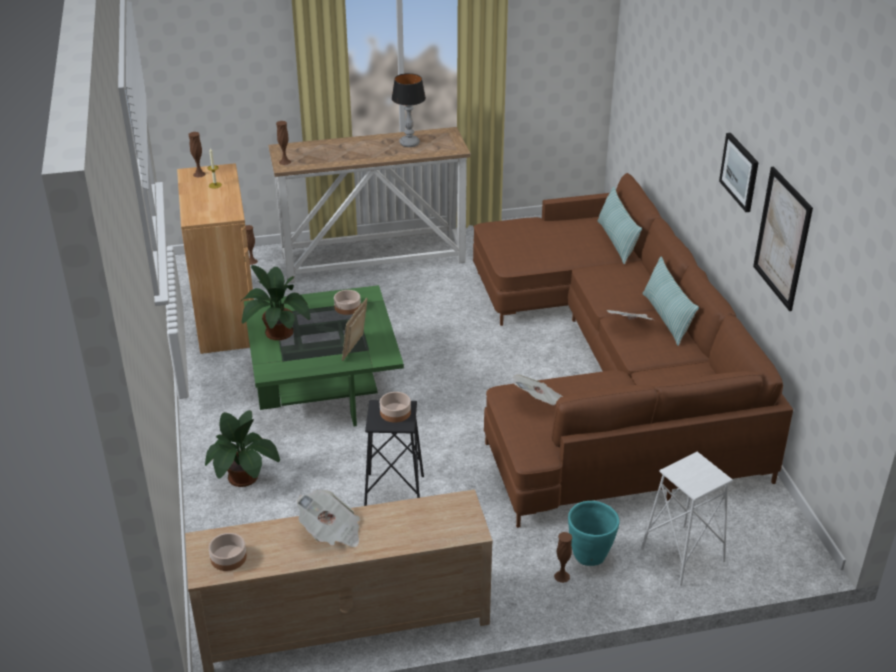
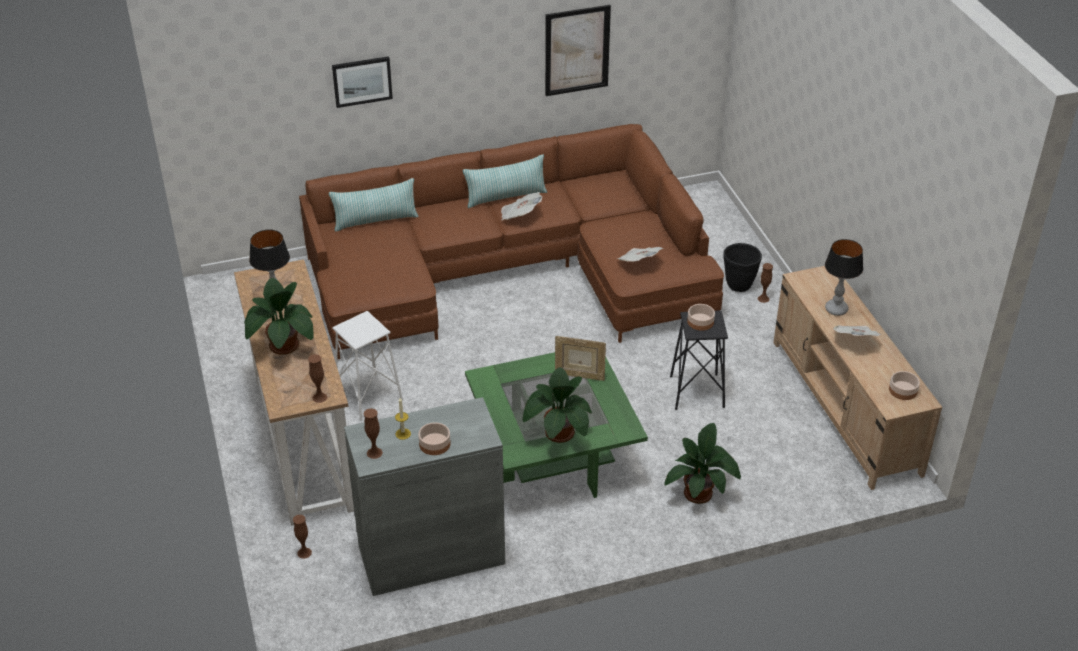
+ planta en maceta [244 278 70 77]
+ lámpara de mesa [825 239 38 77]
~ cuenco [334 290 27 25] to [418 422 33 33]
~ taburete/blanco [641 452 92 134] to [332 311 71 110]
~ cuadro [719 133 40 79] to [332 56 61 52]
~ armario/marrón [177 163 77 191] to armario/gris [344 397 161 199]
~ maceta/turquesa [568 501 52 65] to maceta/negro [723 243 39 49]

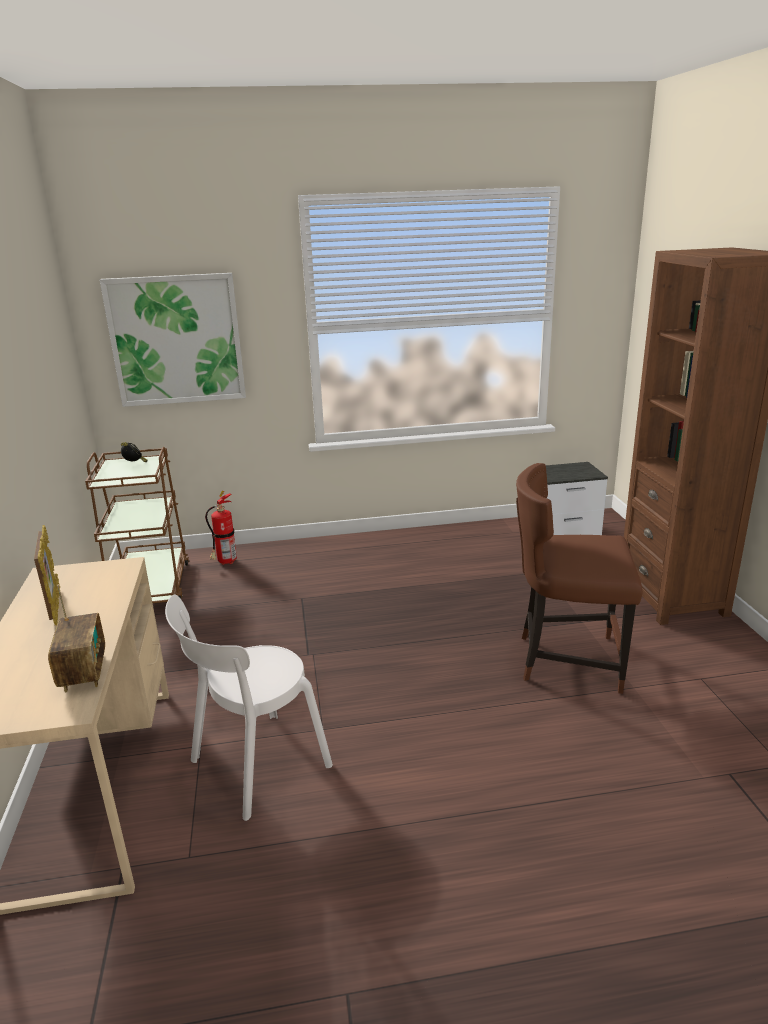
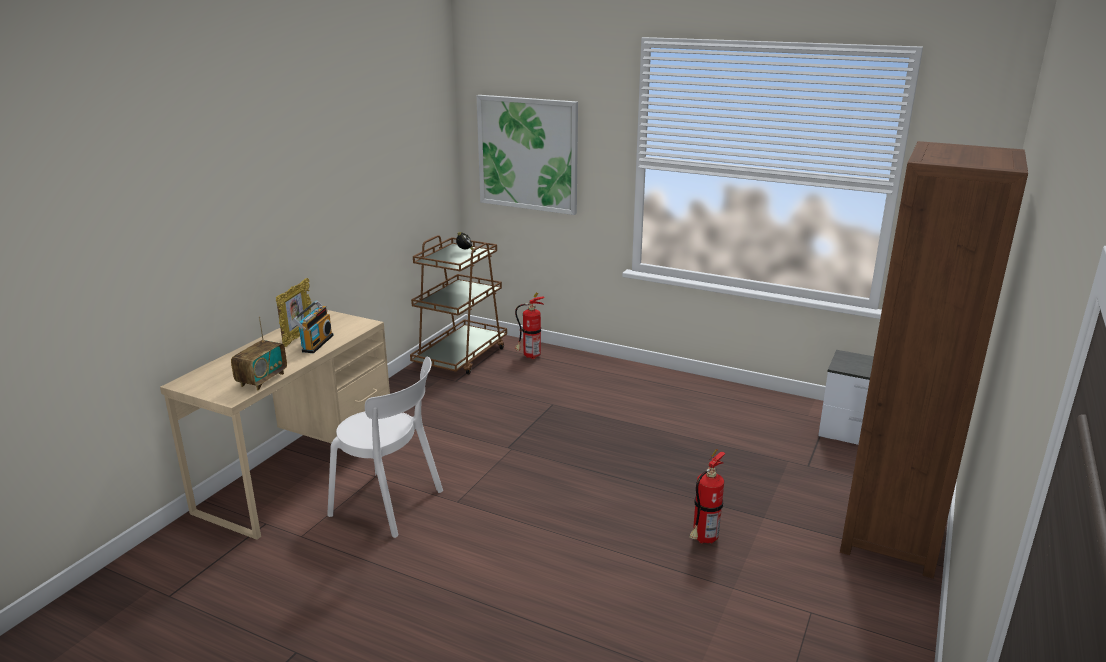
+ radio [292 300 42 53]
~ silla/marrón [516 463 126 231] to extintor [689 449 36 94]
~ silla/blanco [165 595 168 226] = [327 357 116 181] 150 degrees counterclockwise

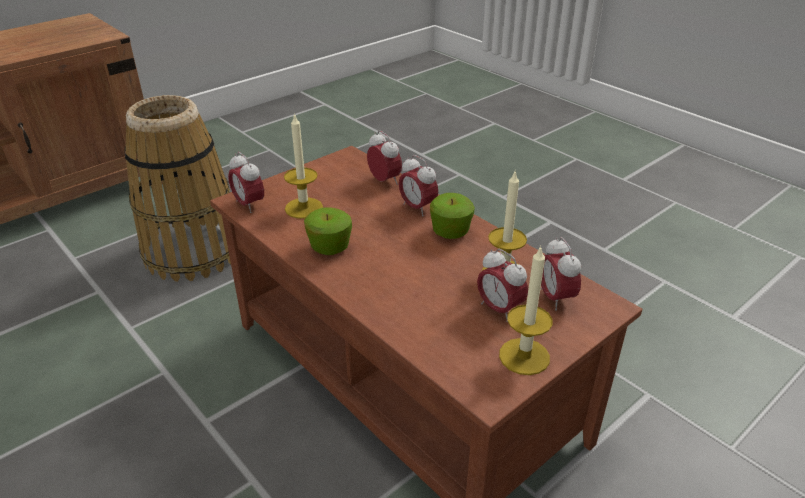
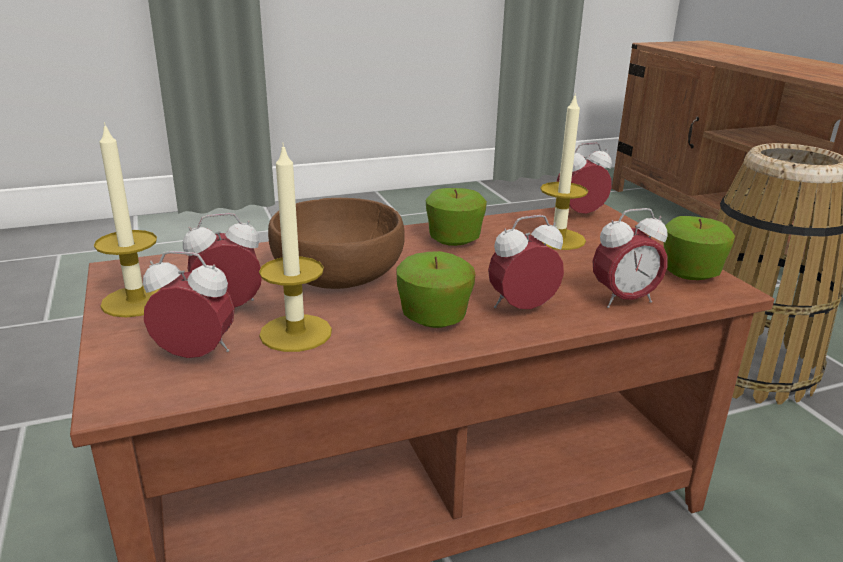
+ cuenco/marrón [268 198 137 91]
+ manzana [664 216 71 64]

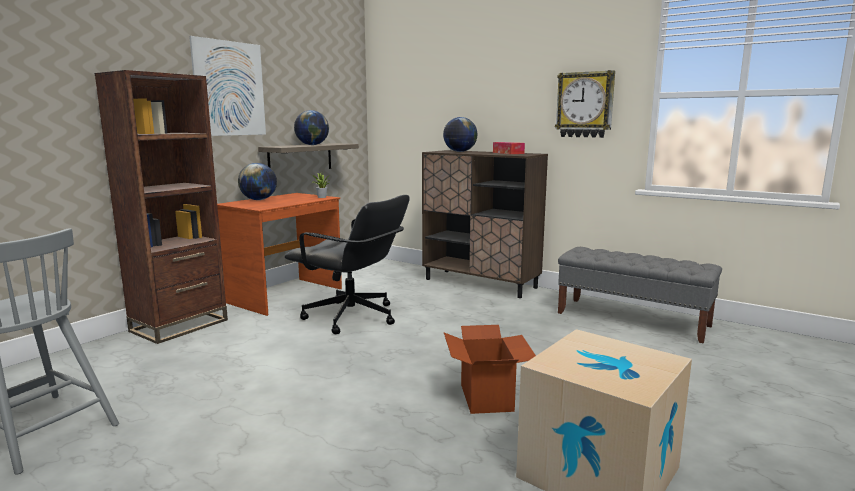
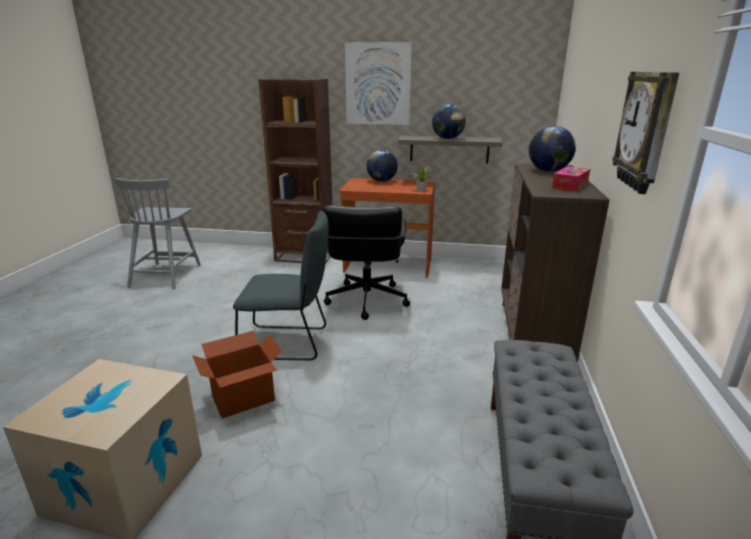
+ silla/gris [233 211 96 149]

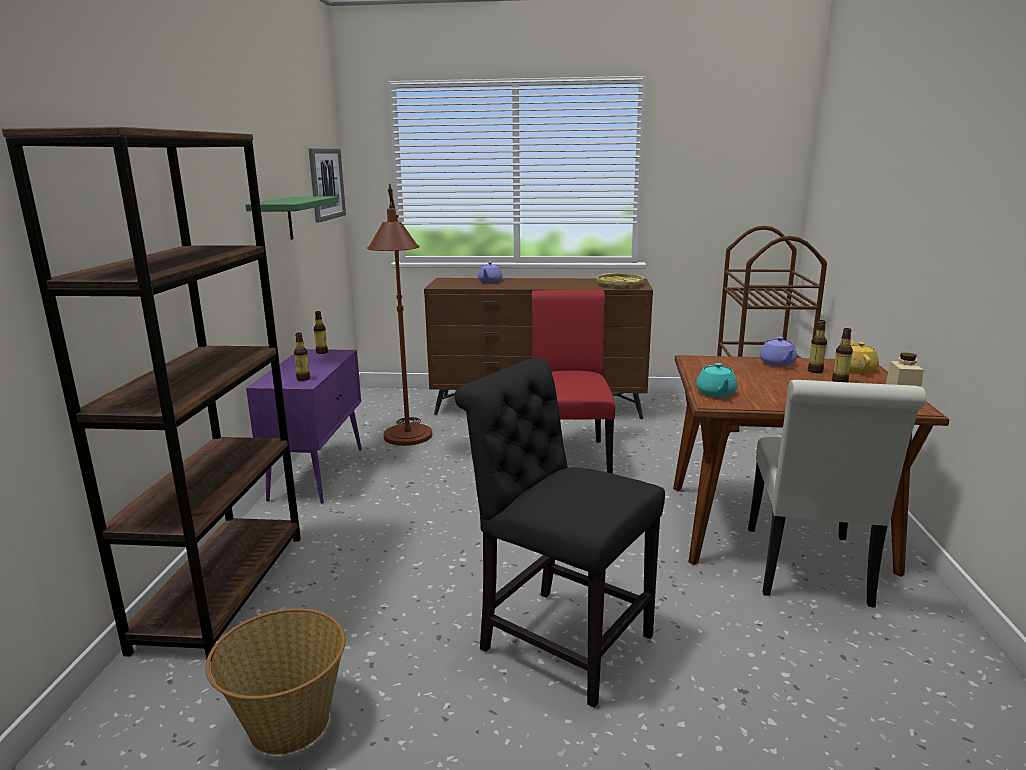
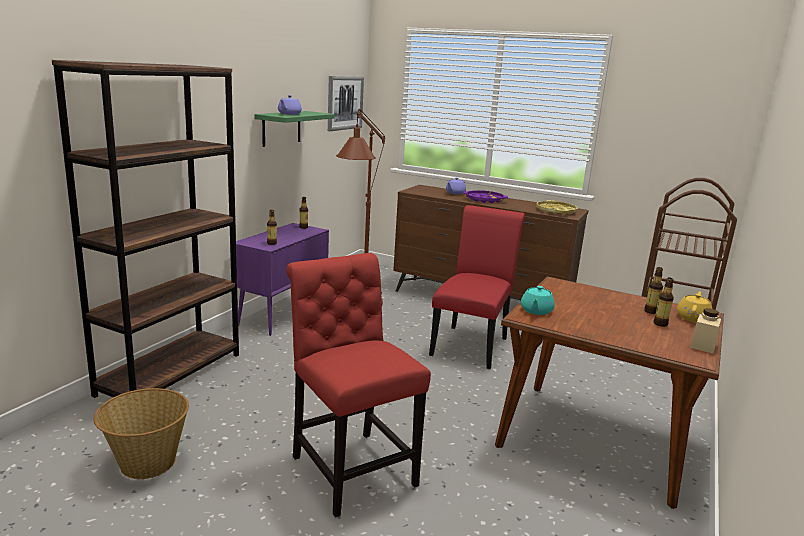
- silla/blanco [748 380 178 228]
+ bandeja/morado [463 190 45 13]
~ tetera/morado [760 337 37 30] to [278 95 24 20]
~ silla/negro [455 358 210 350] to silla/rojo [287 253 144 265]

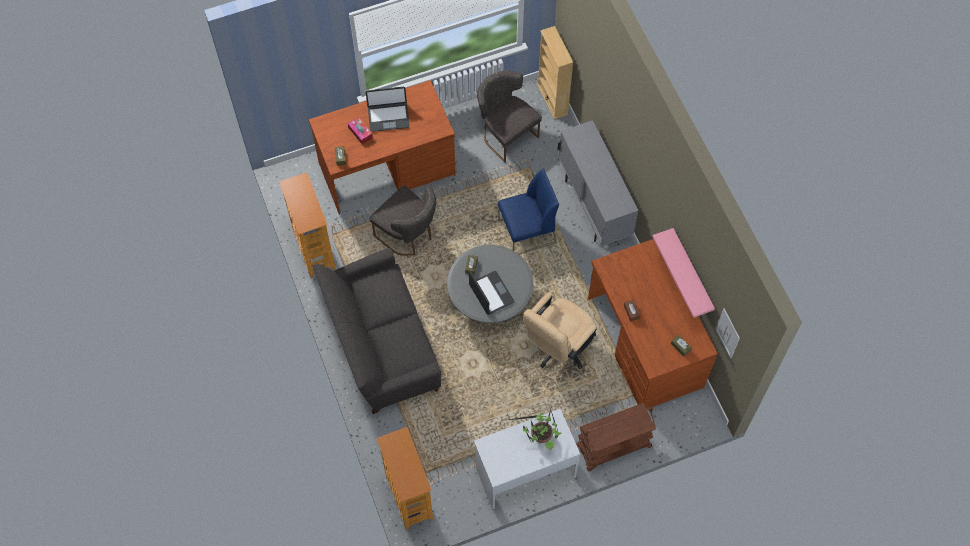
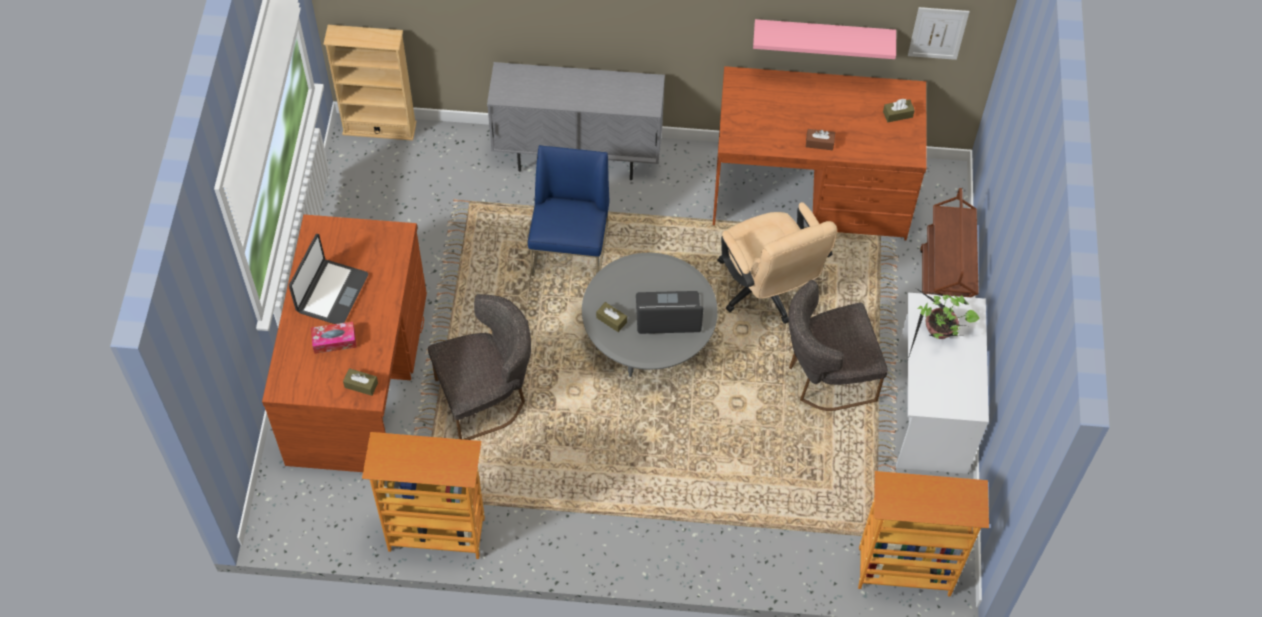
- sofá/gris [312 248 129 166]
~ silla/gris [477 71 65 92] to [789 280 99 131]

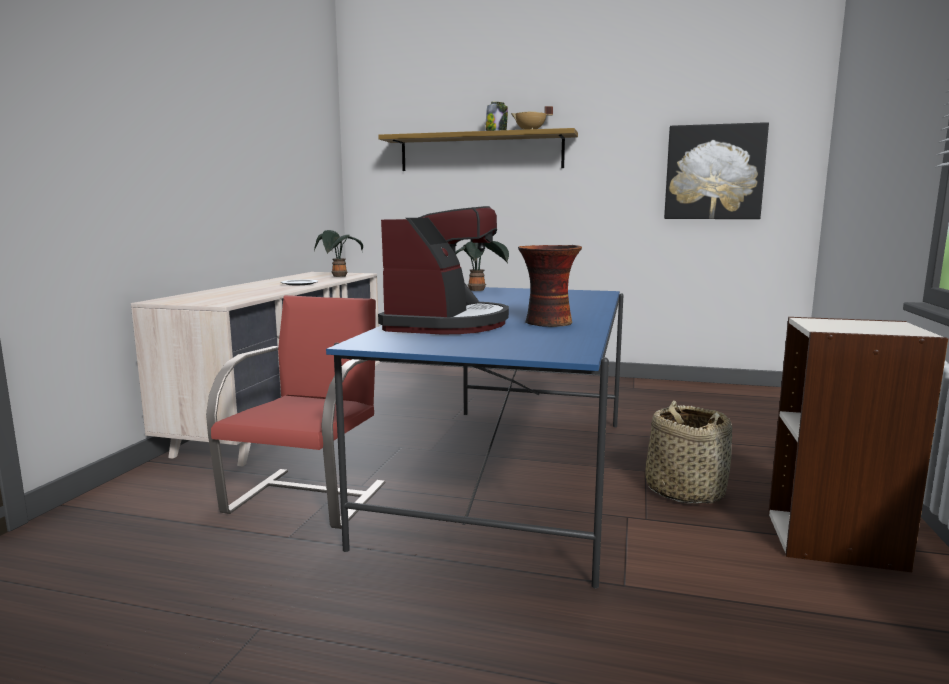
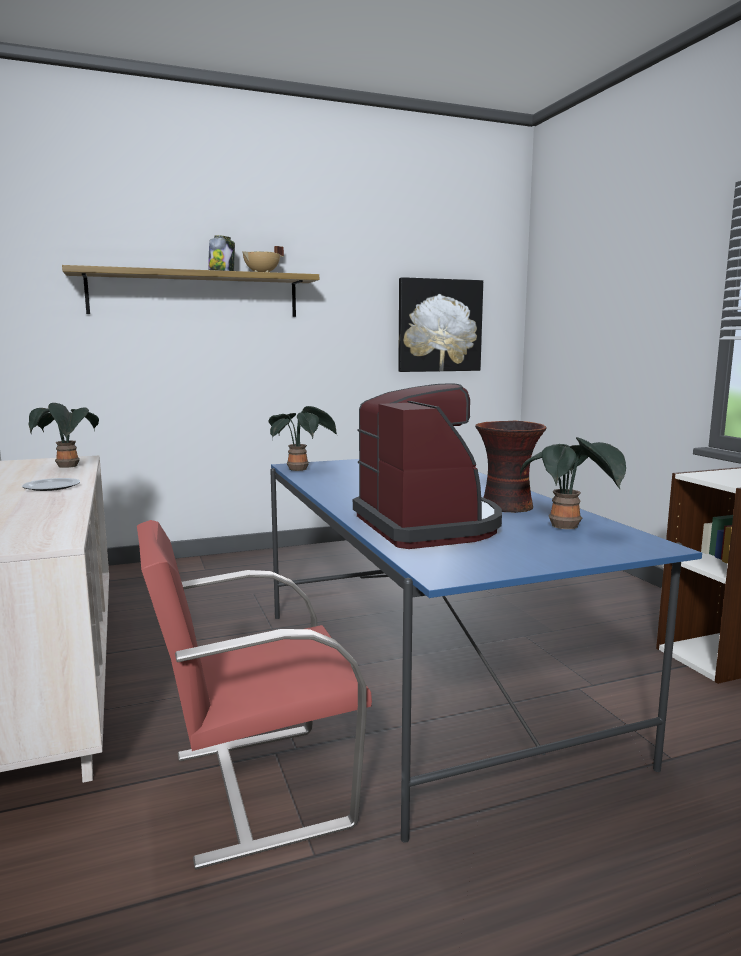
- cesta [645 400 87 104]
+ planta en maceta [520 437 106 92]
~ silla/rojo [206 295 180 234] = [137 520 235 350] 90 degrees counterclockwise

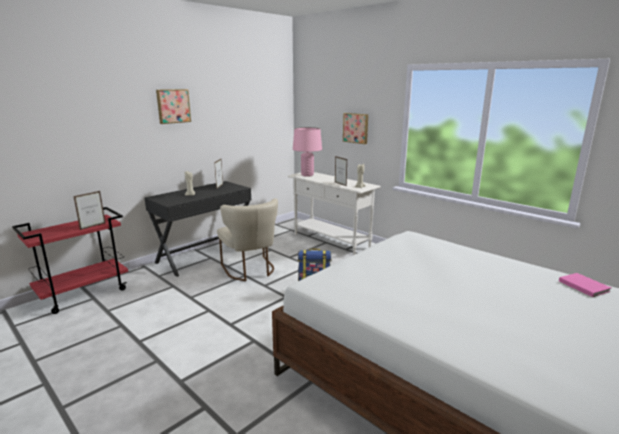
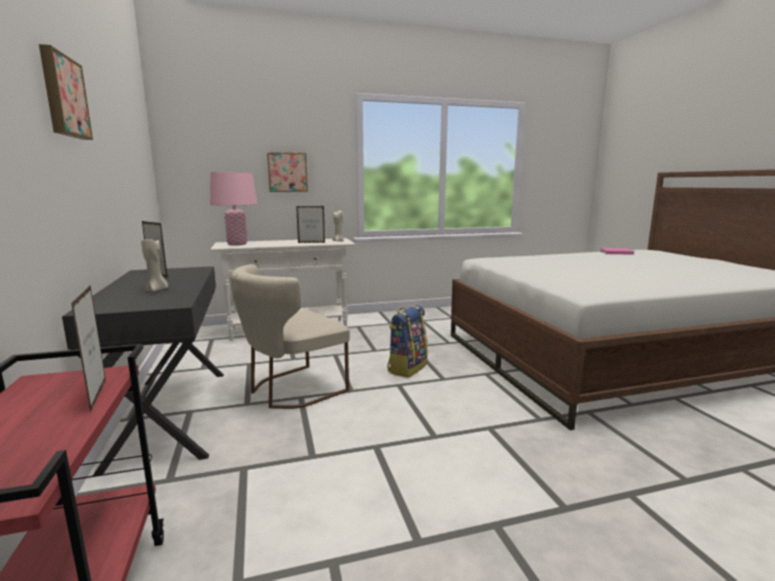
~ silla/beis [217 198 61 83] = [231 264 119 145] 135 degrees clockwise

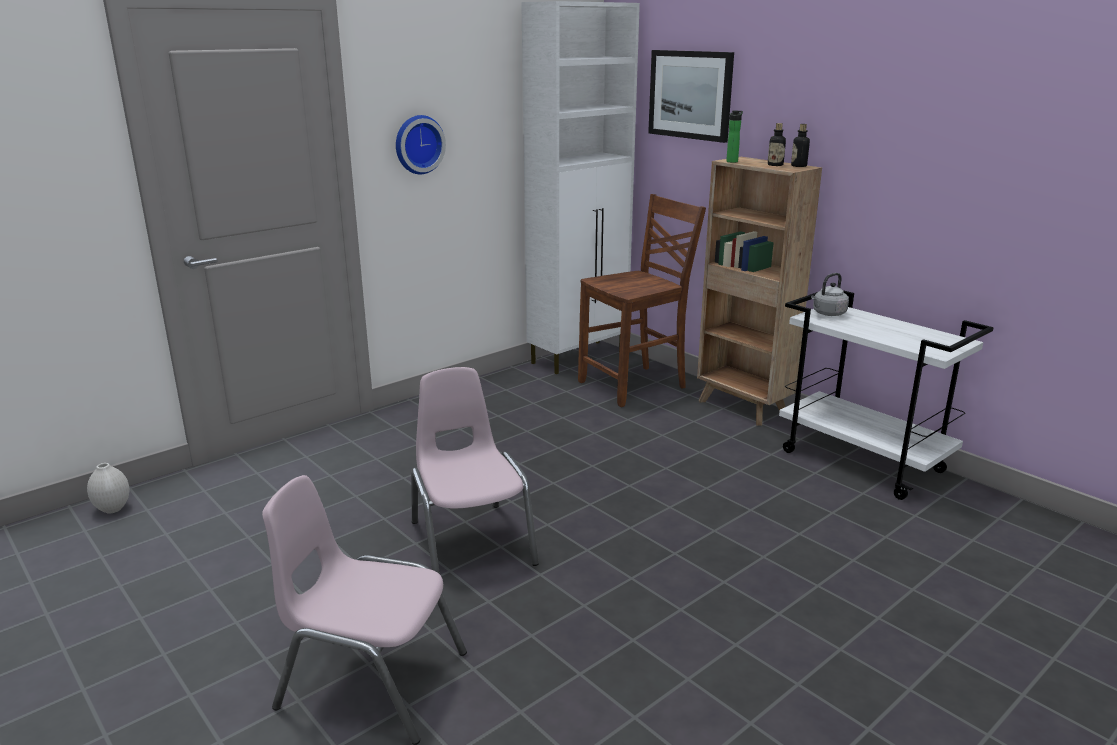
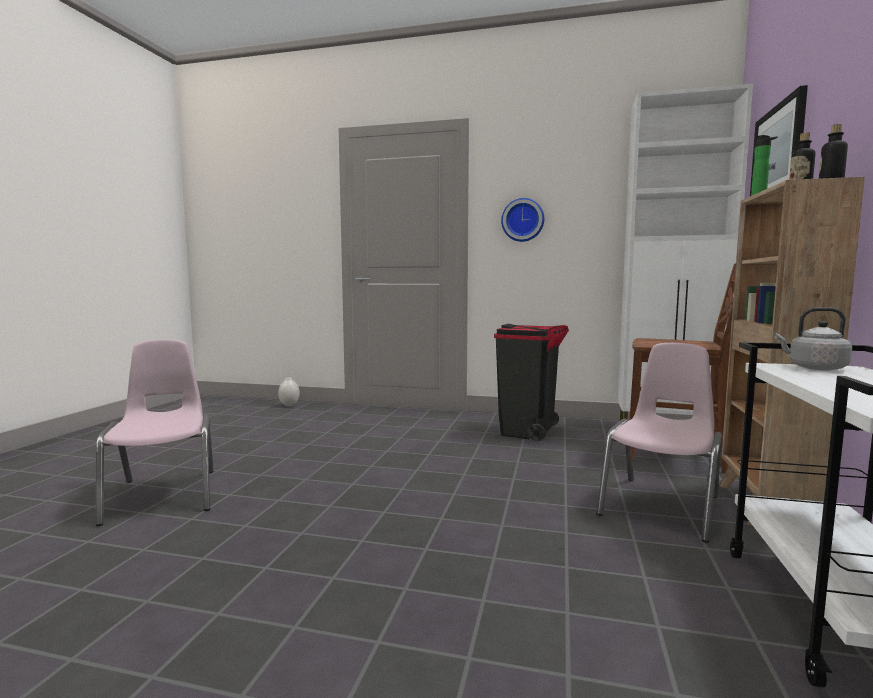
+ papelera/negro [494 324 75 117]
~ silla/rosa [411 367 128 207] to [596 343 126 200]

